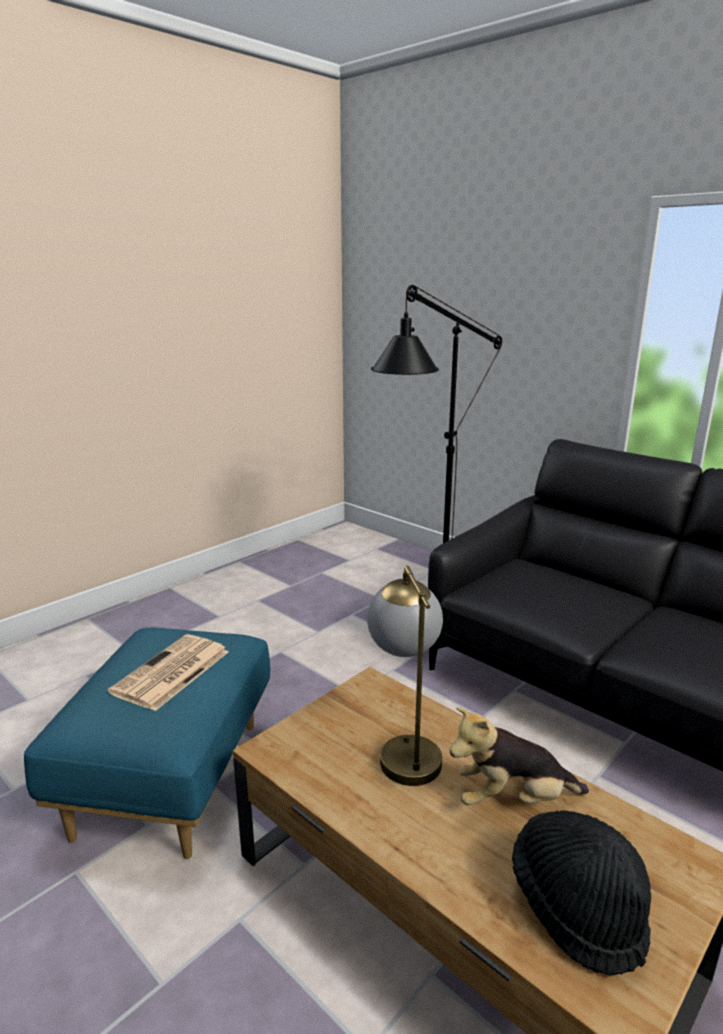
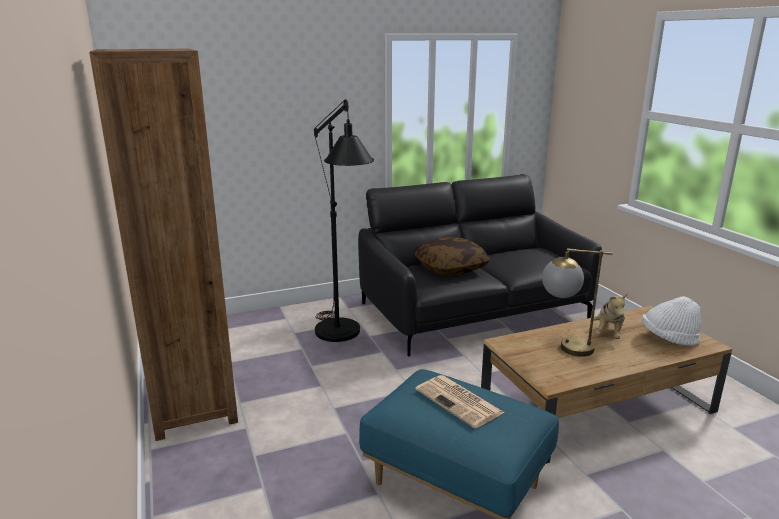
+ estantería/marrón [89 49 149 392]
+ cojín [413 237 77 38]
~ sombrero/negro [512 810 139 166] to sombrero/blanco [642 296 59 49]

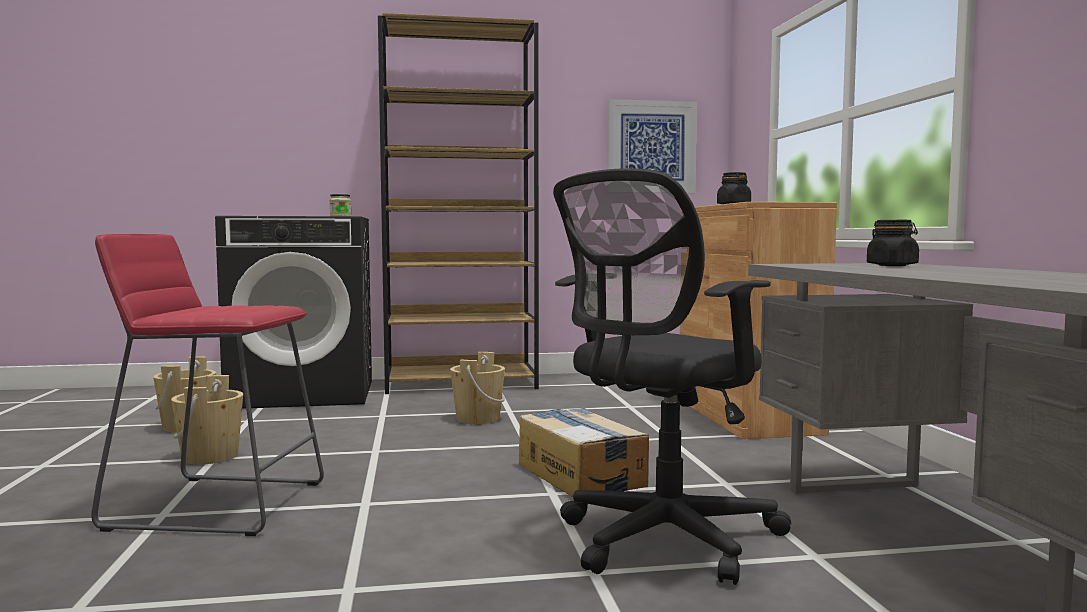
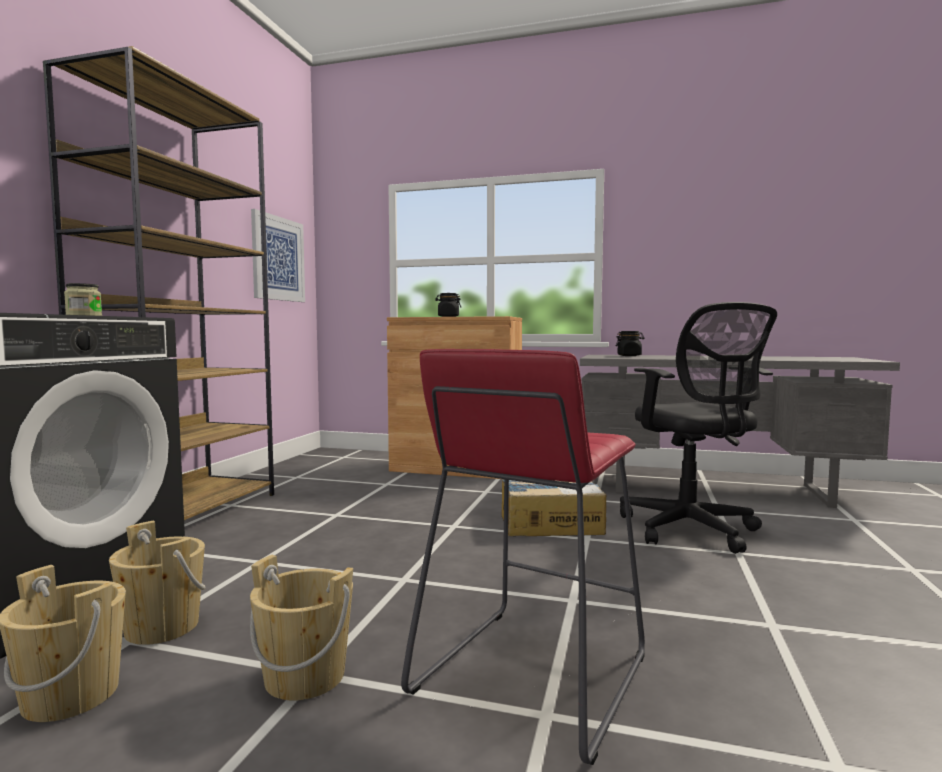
~ cubo/beis [450 352 55 72] to [109 521 97 124]

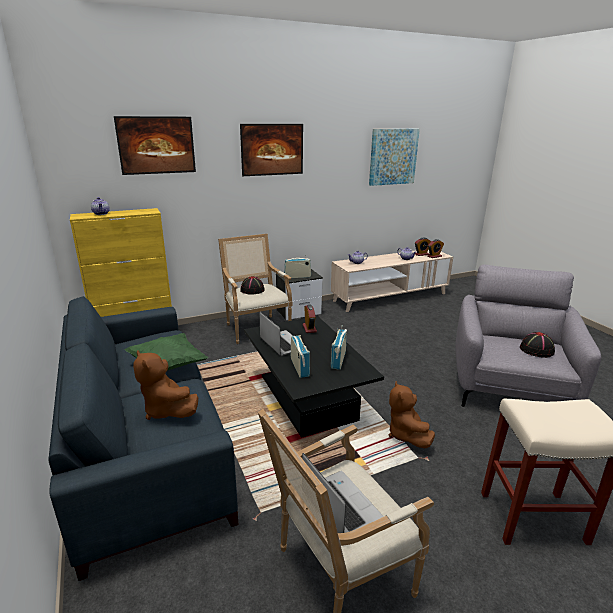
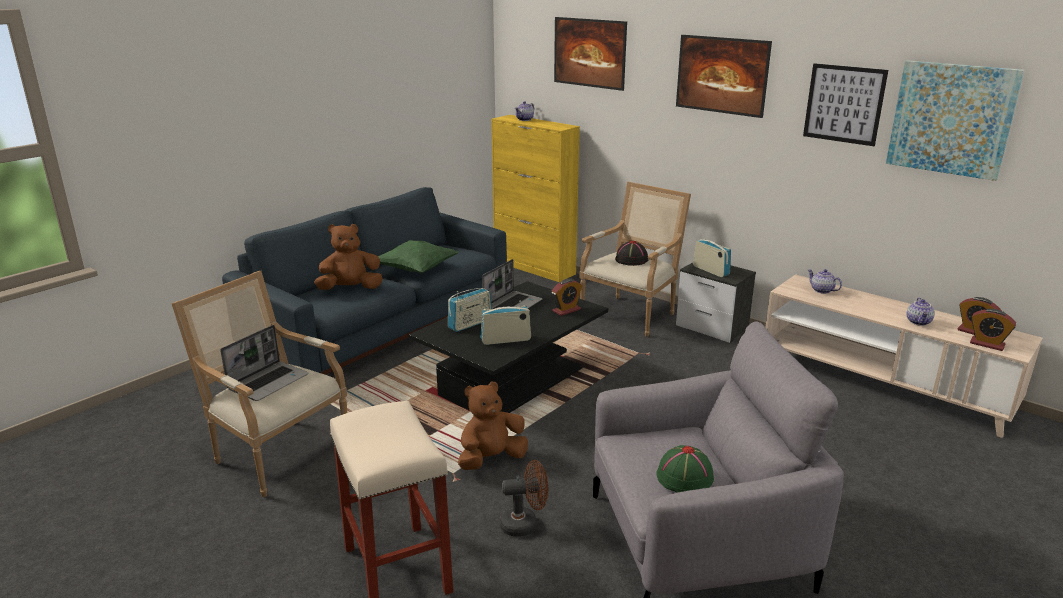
+ ventilador/marrón [500 460 49 77]
+ cuadro [803 63 85 83]
~ sombrero/negro [520 332 35 26] to sombrero/verde [656 445 58 48]
~ peluche/marrón [133 350 65 70] = [314 224 69 66] 45 degrees clockwise

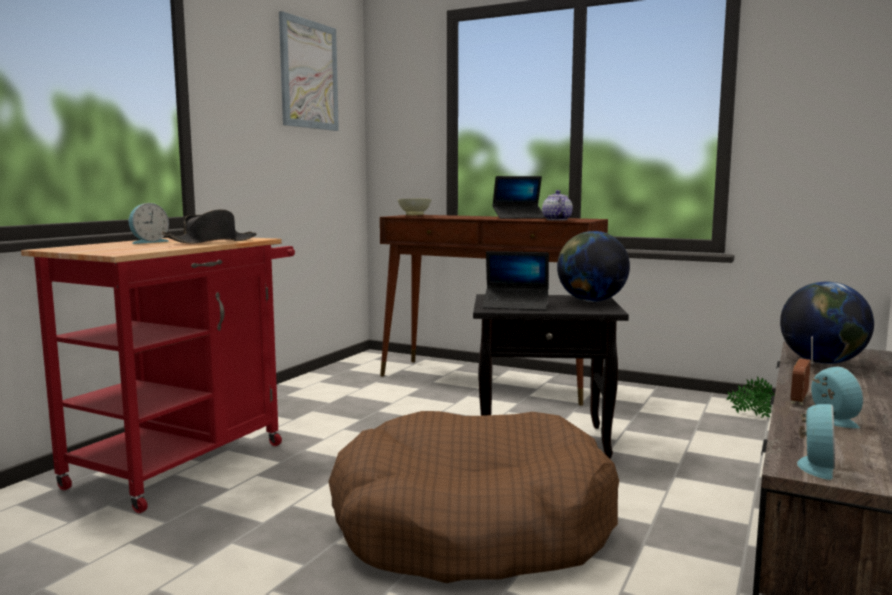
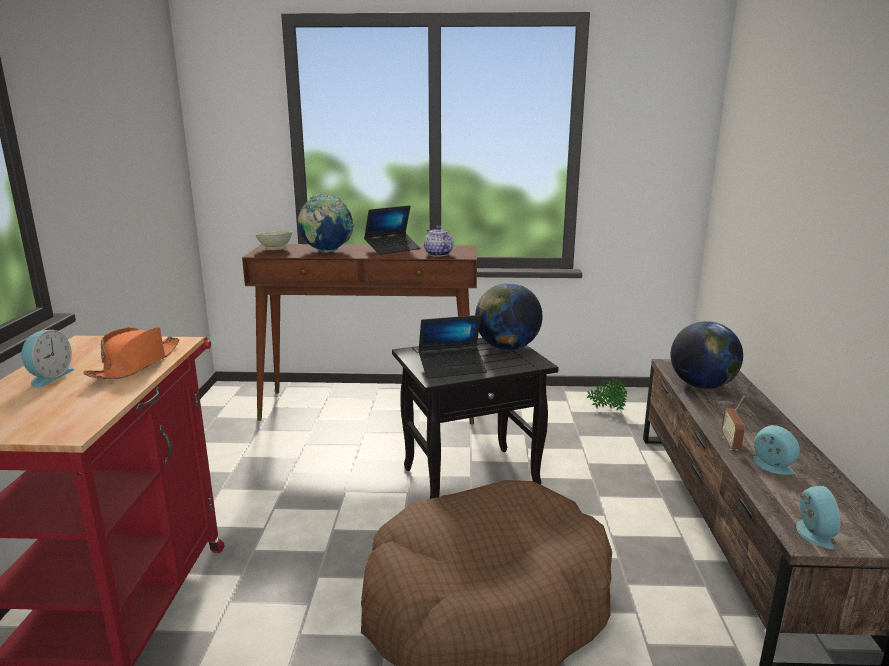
- cuadro [279 11 60 120]
+ globo terráqueo [297 194 57 59]
~ sombrero/negro [161 209 96 35] to sombrero/naranja [83 327 97 52]

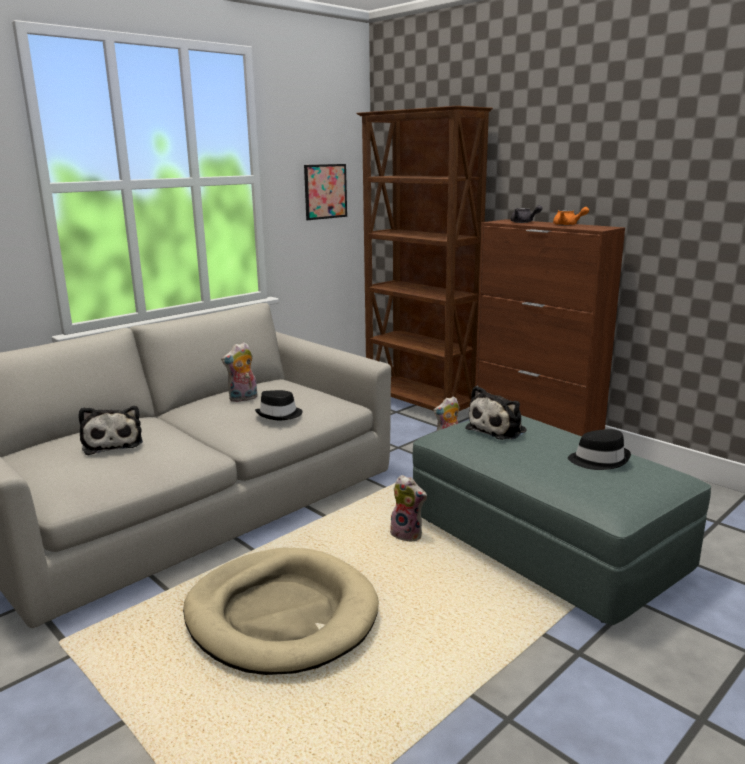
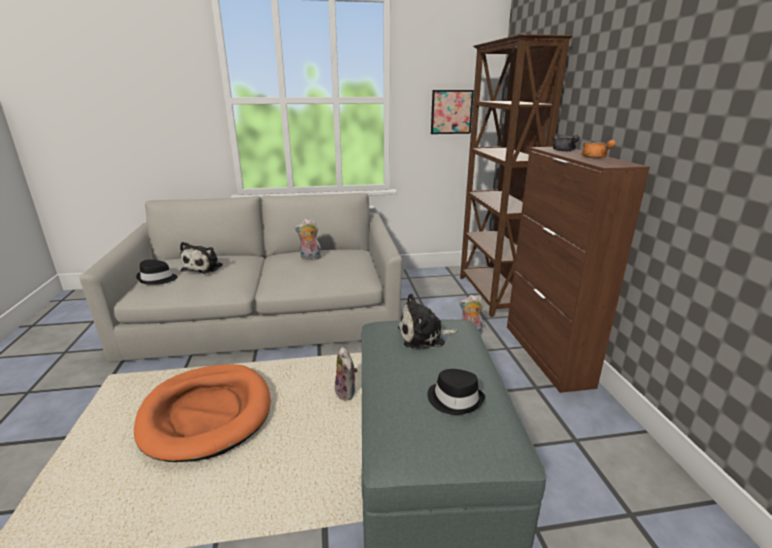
~ sombrero/negro [255 390 48 30] to [136 259 42 26]
~ cama para perro/beis [183 548 196 127] to cama para perro/naranja [134 364 137 98]

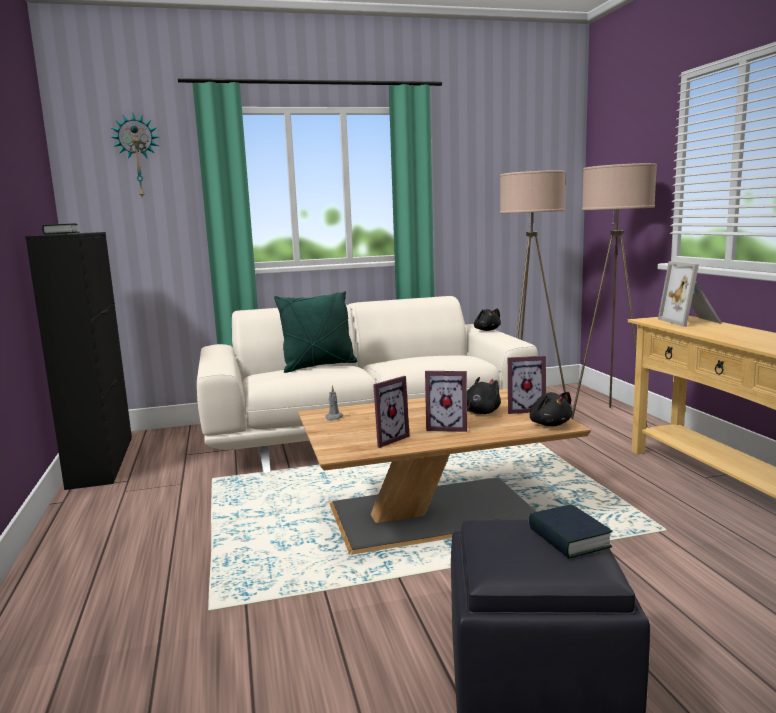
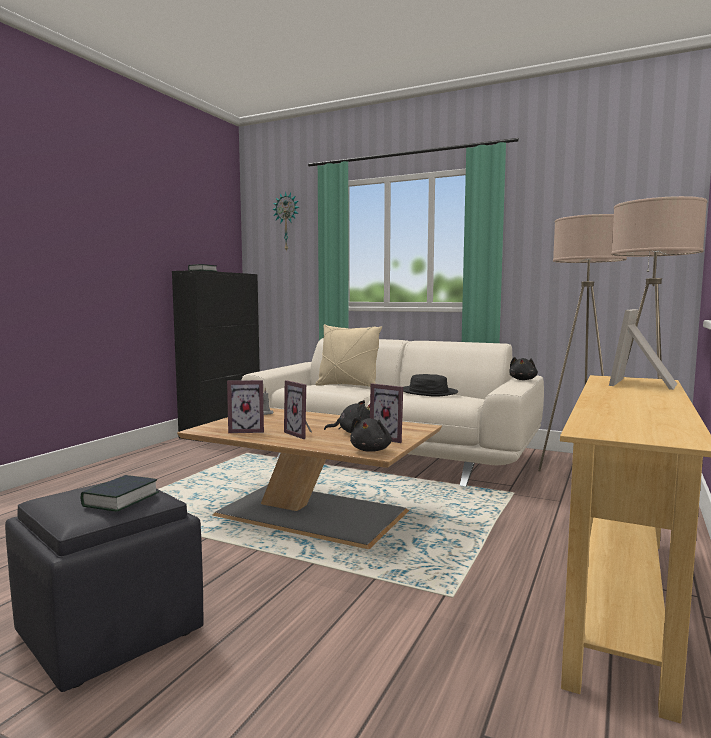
+ sombrero/negro [403 374 55 23]
~ cojín/verde [274 291 83 82] to cojín/beis [315 324 67 63]

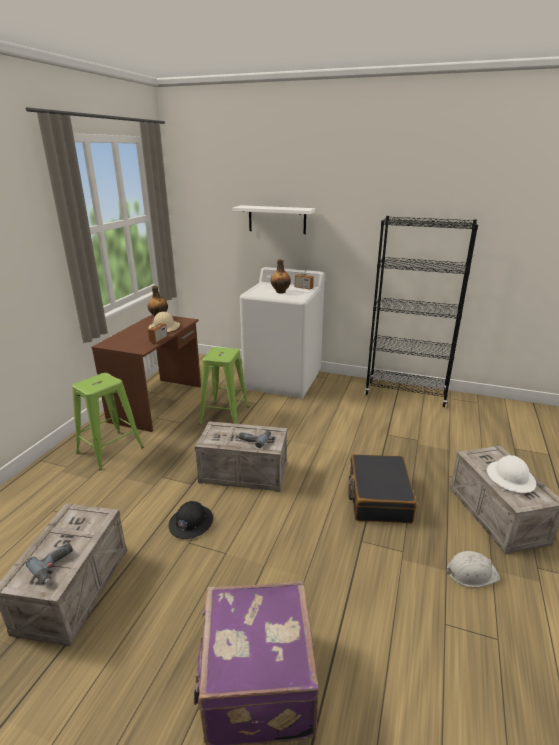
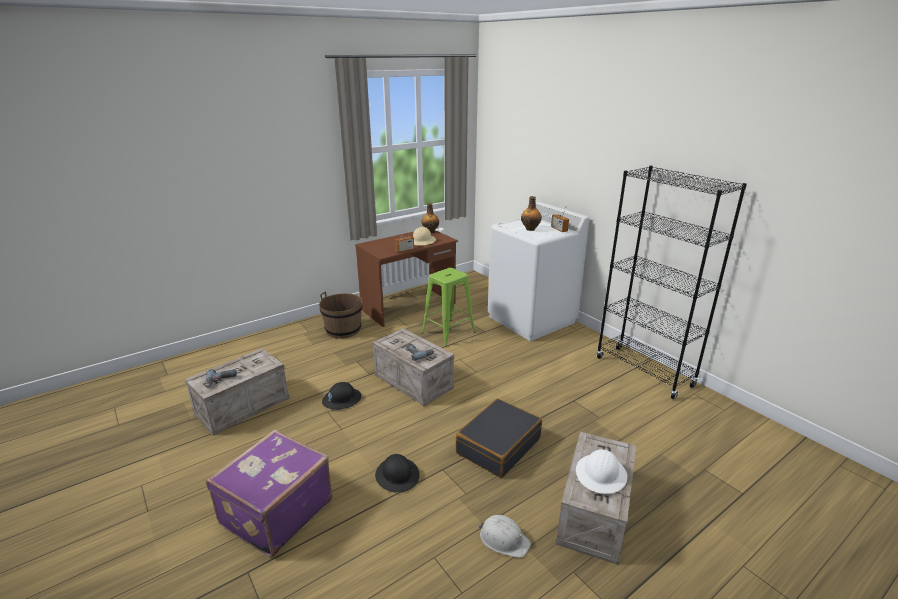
- estante/blanco [232 205 84 29]
+ casco/negro [375 454 45 38]
~ taburete/verde [72 373 72 97] to cubo/marrón [319 292 43 47]

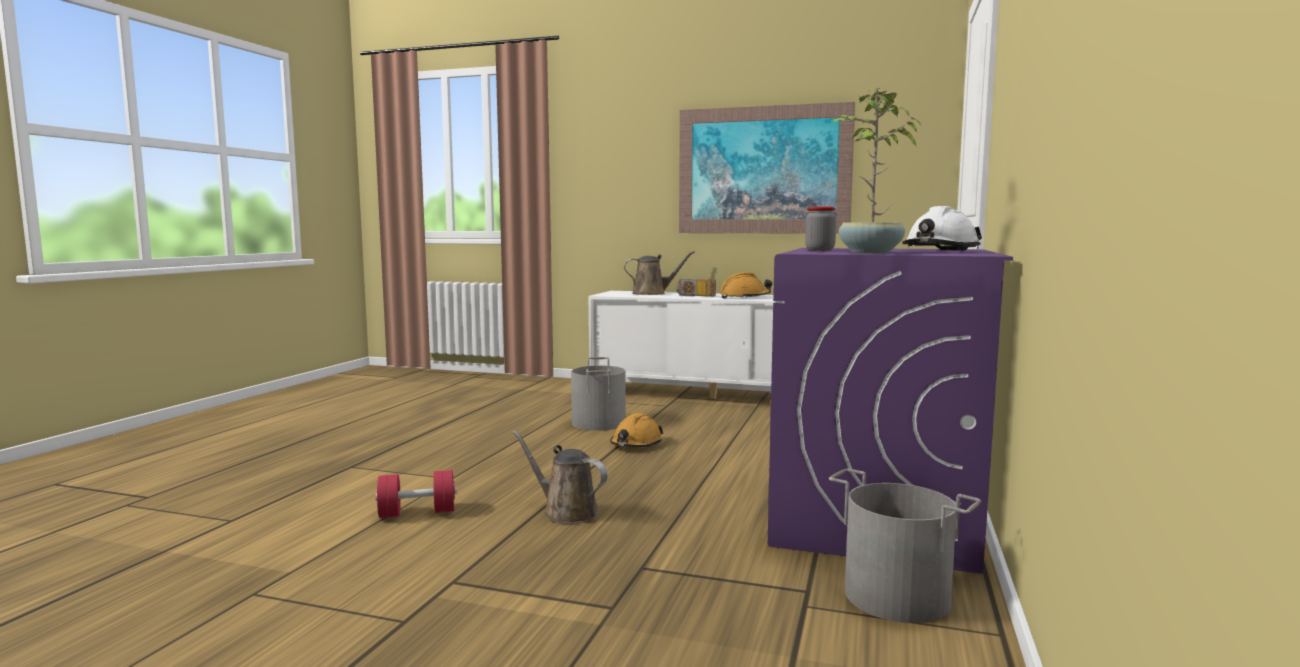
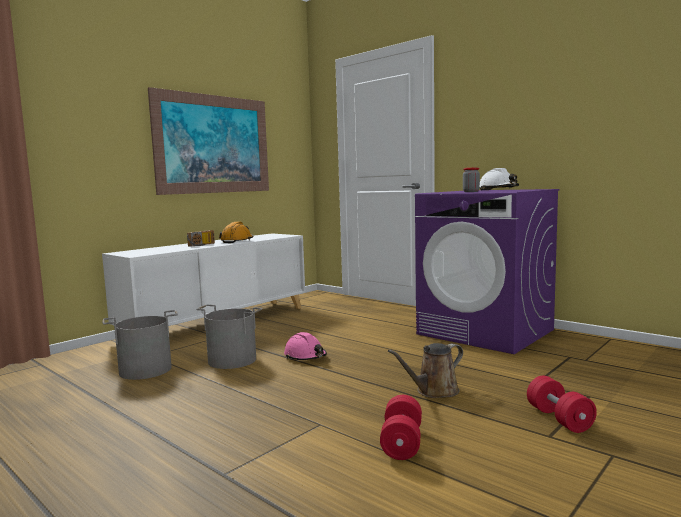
- regadera/marrón [624 251 71 44]
- planta en maceta [831 88 90 165]
+ mancuerna/rojo [527 376 70 57]
~ cubo/gris [829 468 152 155] to [102 310 76 70]
~ casco/naranja [610 413 53 34] to casco/rosa [284 332 43 28]

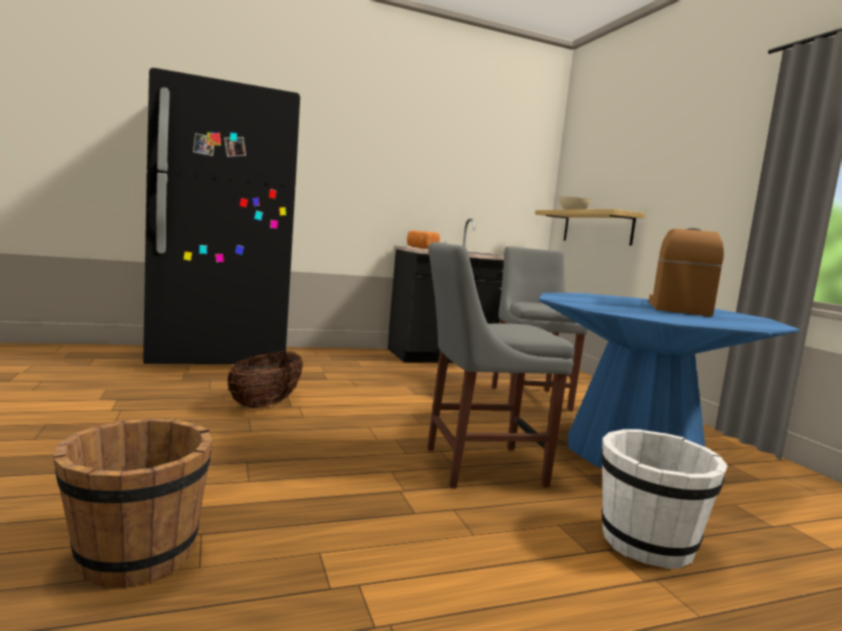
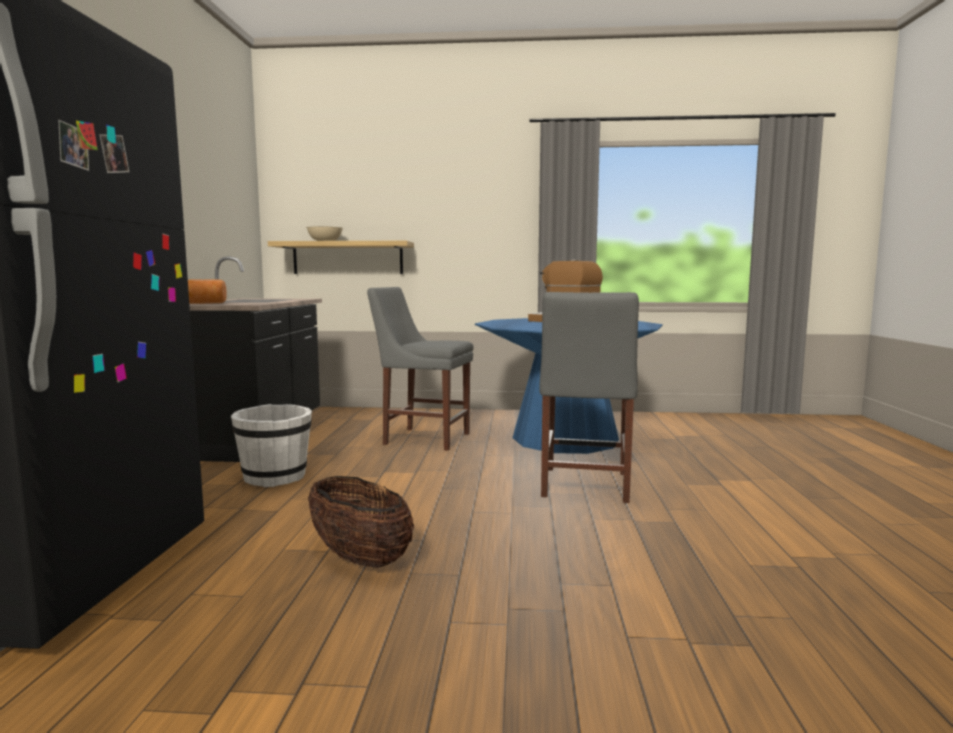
- cubo/marrón [53 418 159 170]
~ cubo/blanco [601 429 127 140] to [231 404 81 83]

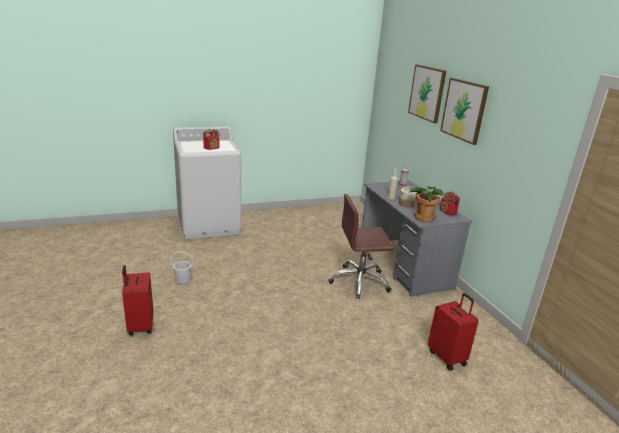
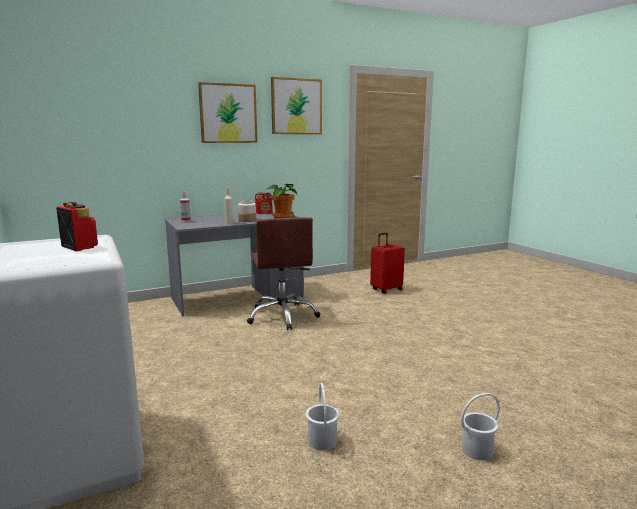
~ cuadro [408 64 38 59] to [271 77 51 57]
~ maleta/rojo [122 265 31 70] to cubo/blanco [461 393 39 67]

